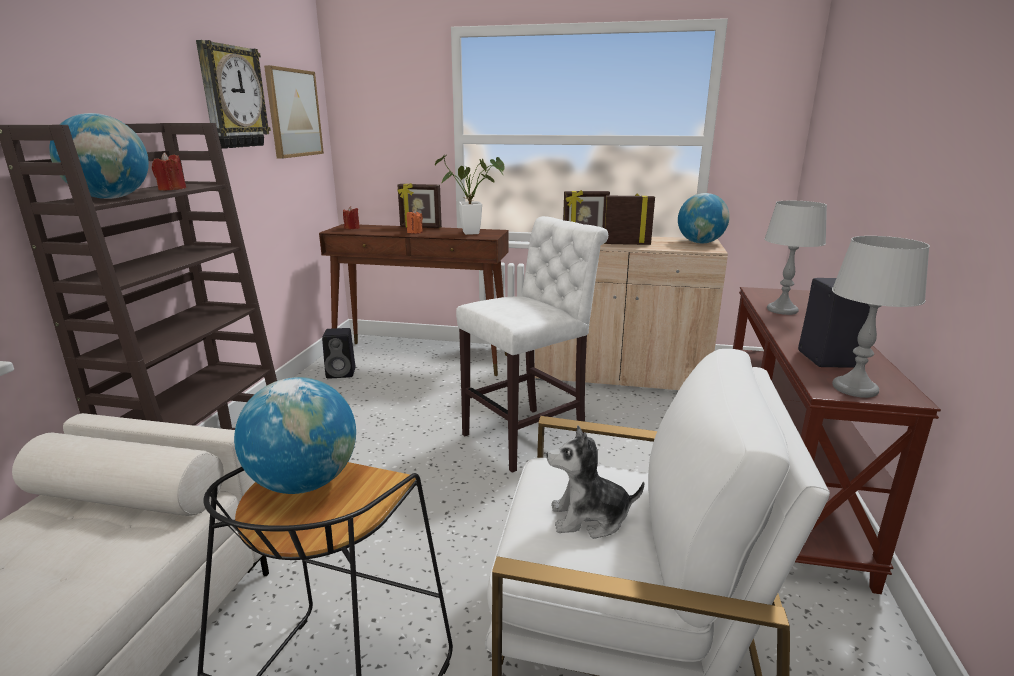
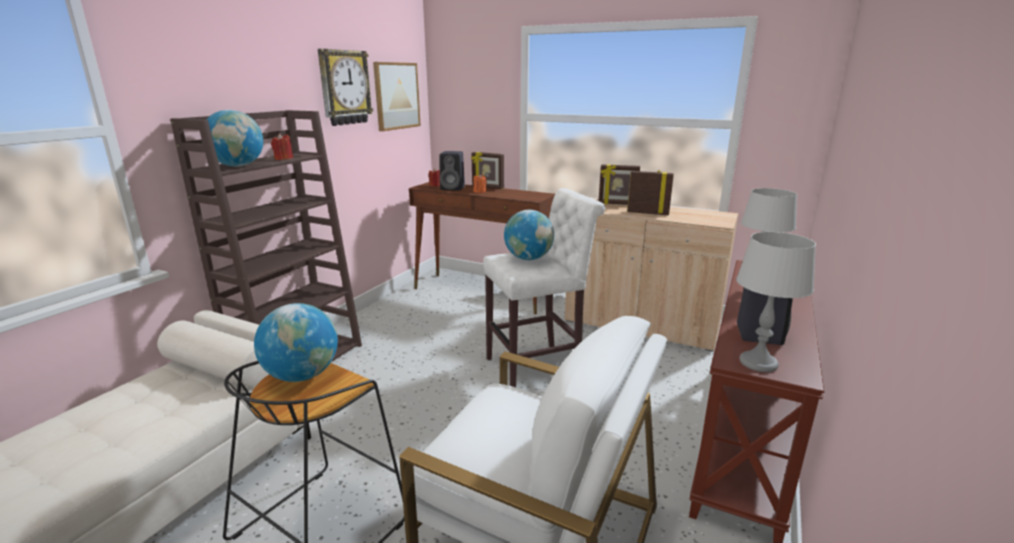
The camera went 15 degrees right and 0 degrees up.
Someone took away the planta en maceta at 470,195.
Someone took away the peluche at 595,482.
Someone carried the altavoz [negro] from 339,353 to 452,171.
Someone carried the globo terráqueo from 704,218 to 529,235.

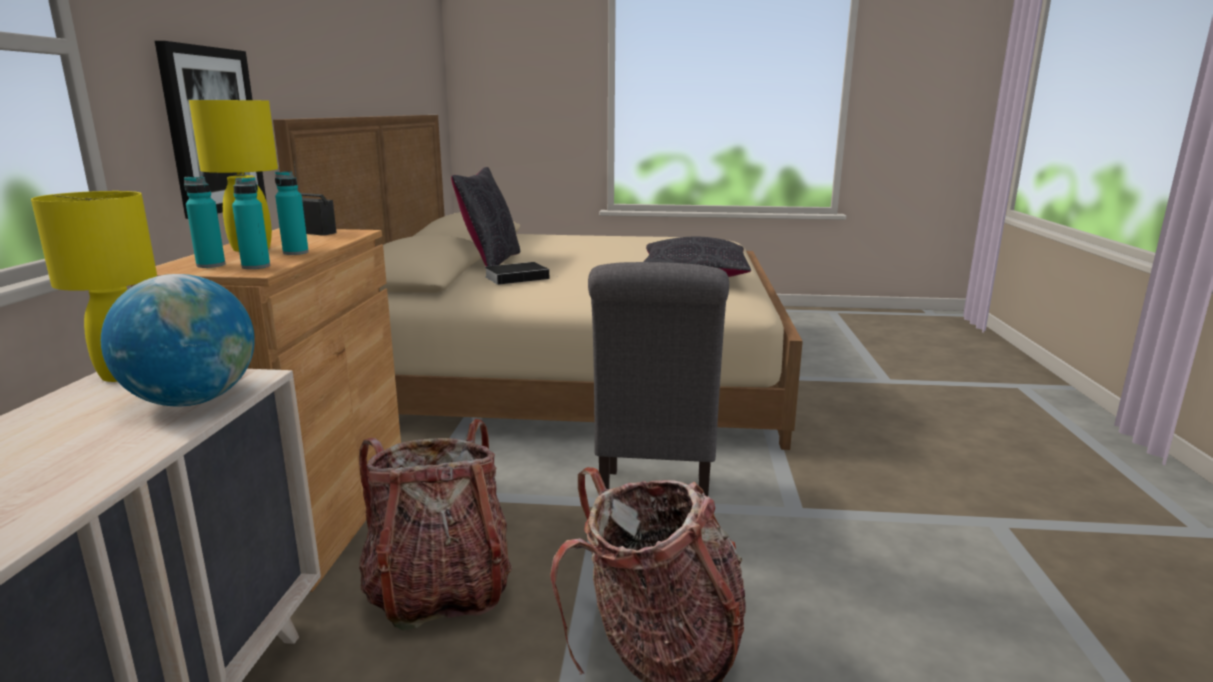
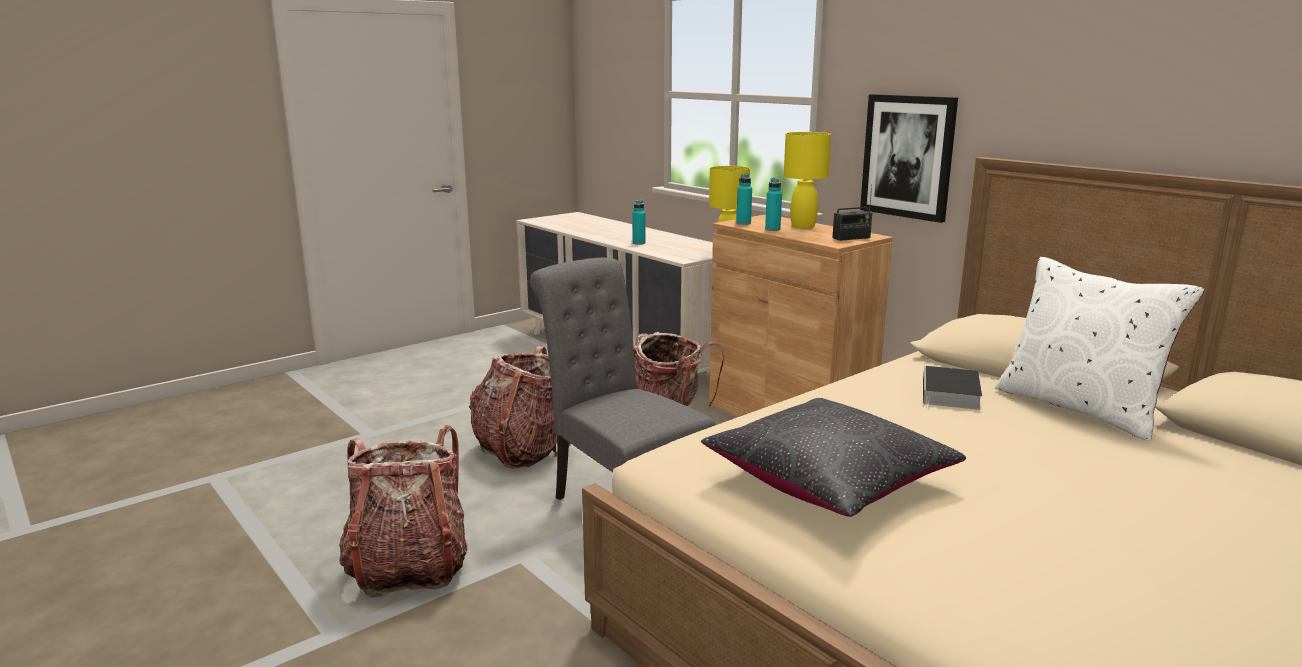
The camera went 135 degrees right and 0 degrees up.
Someone took away the globo terráqueo at 178,340.
Someone put down the mochila at 403,511.
Someone carried the botella [turquesa] from 204,222 to 639,222.
Someone repainted the cojín [negro] at 485,217, which became the cojín [blanco] at 1100,349.

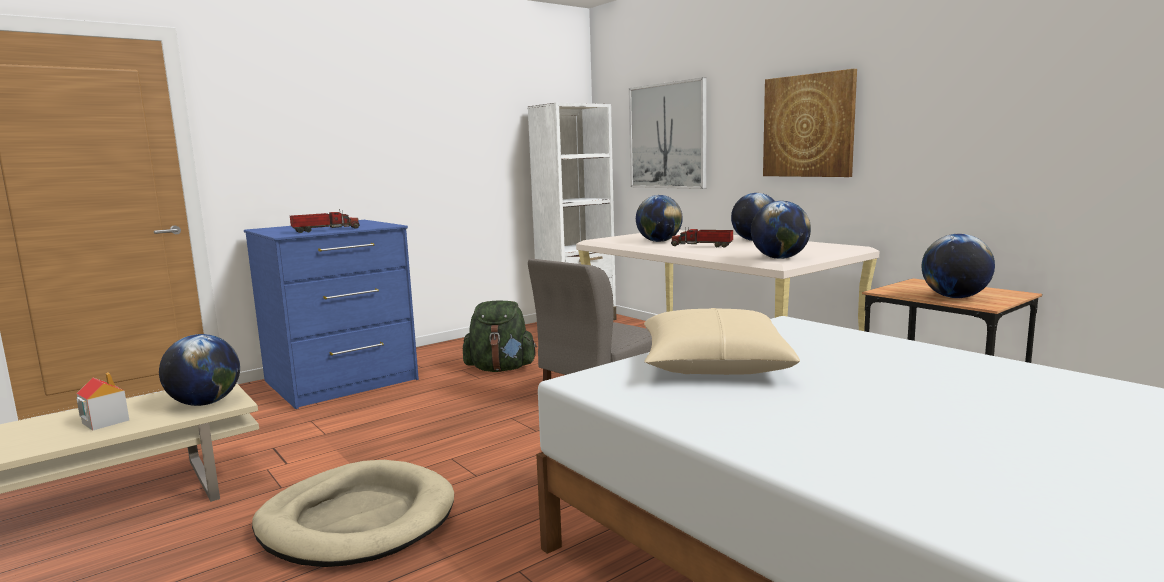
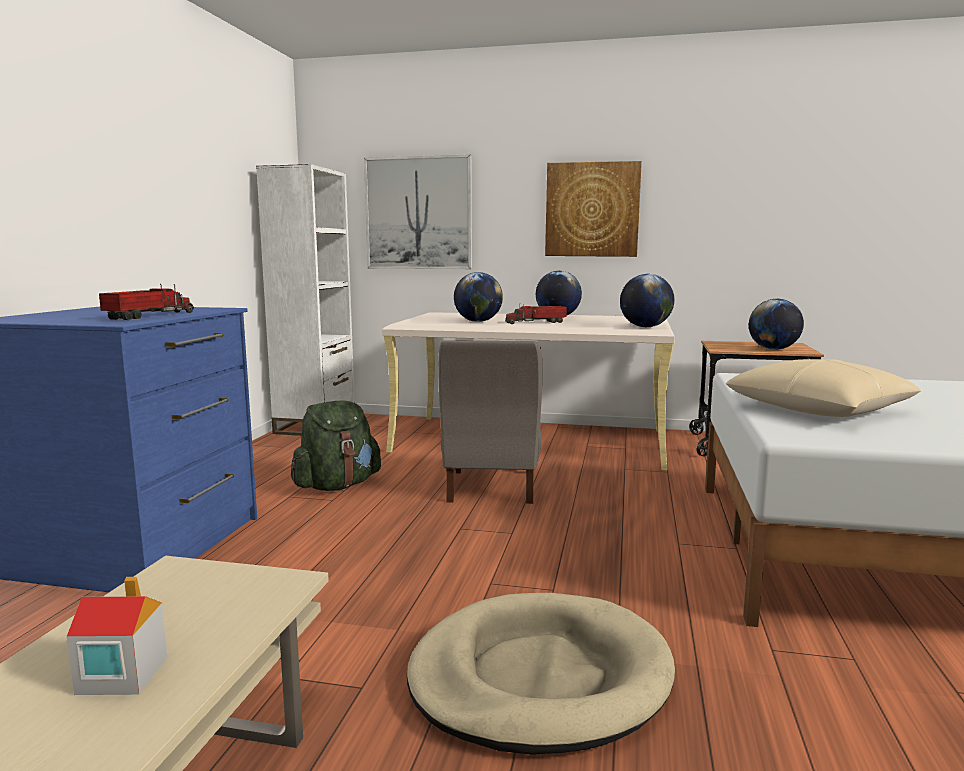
The camera went 40 degrees left and 0 degrees up.
Someone took away the globo terráqueo at 199,370.

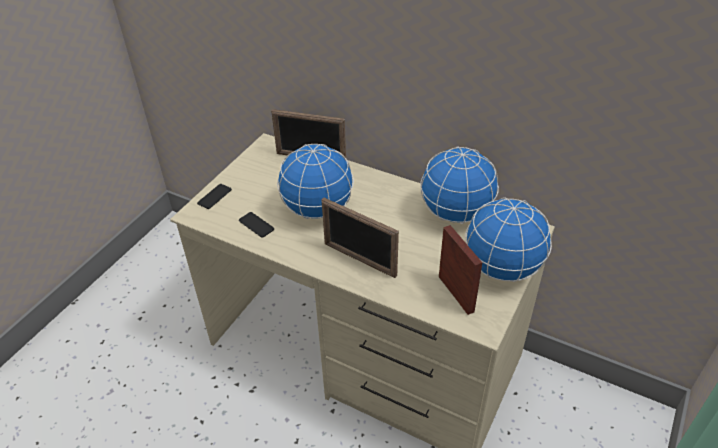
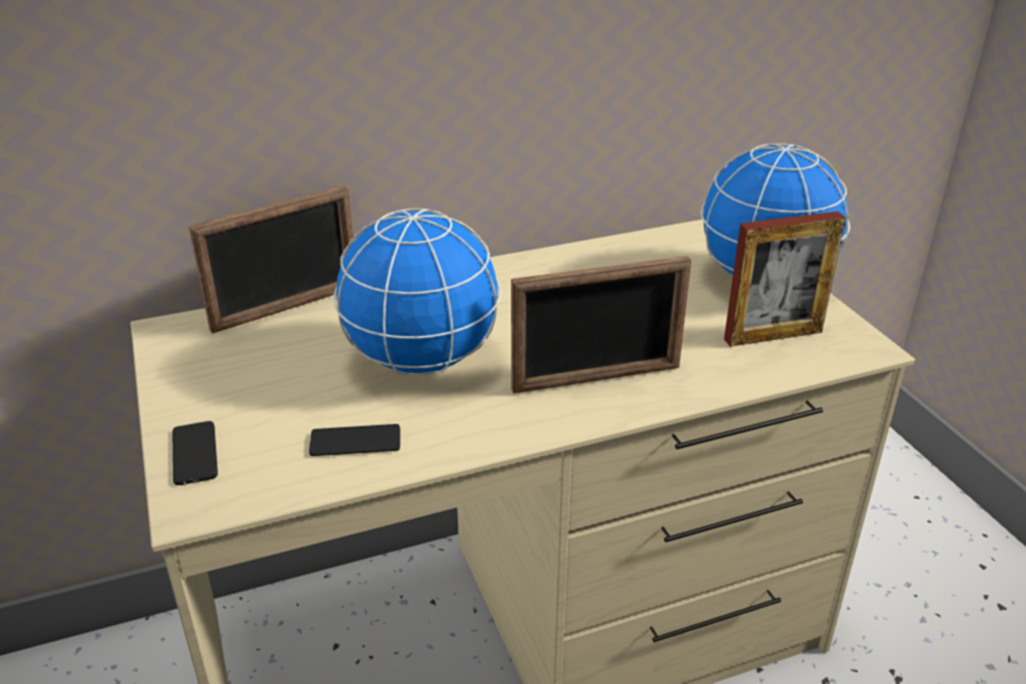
The camera went 50 degrees left and 10 degrees down.
Someone took away the globo terráqueo at 459,185.
Someone rotated the portarretratos at 460,270 by 150 degrees clockwise.

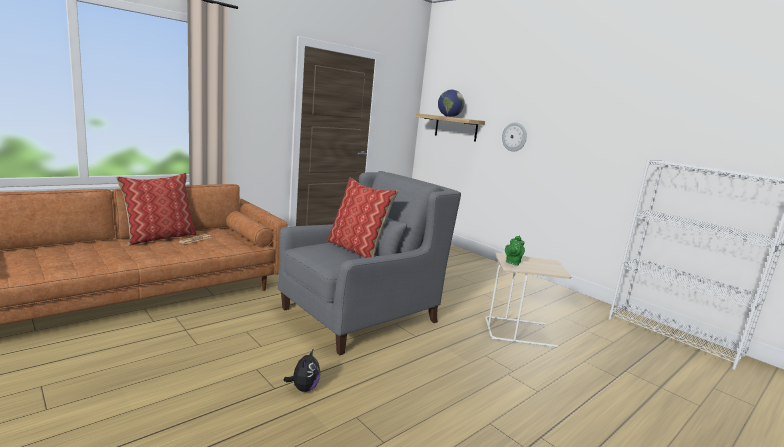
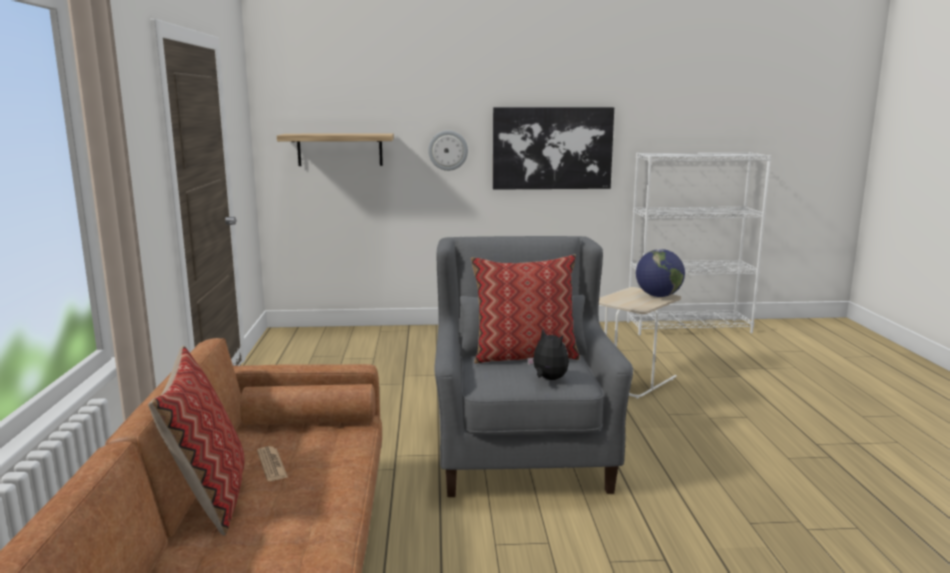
The camera went 50 degrees left and 0 degrees up.
Someone took away the tetera [verde] at 515,250.
Someone put up the cuadro at 553,148.
Someone carried the peluche from 302,370 to 548,354.
Someone carried the globo terráqueo from 451,103 to 660,273.

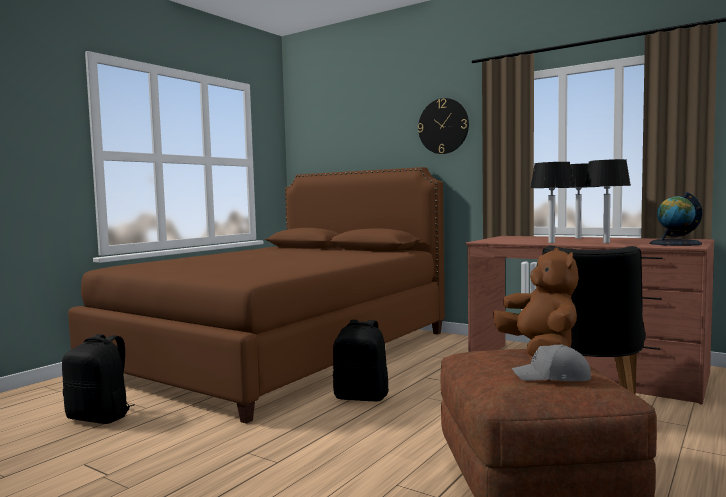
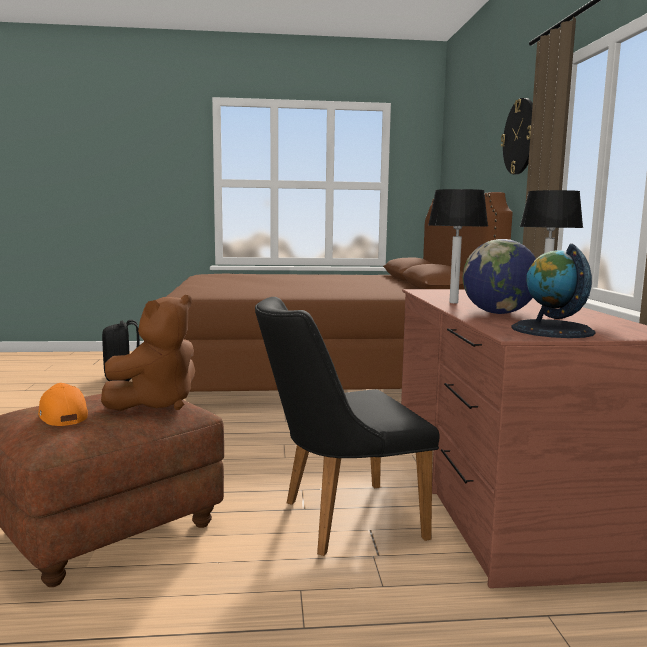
The camera went 50 degrees right and 5 degrees up.
Someone took away the mochila [negro] at 361,360.
Someone swapped the lámpara de mesa at 607,201 for the globo terráqueo at 499,276.
Someone repainted the gorra [gris] at 551,362, which became the gorra [naranja] at 63,404.

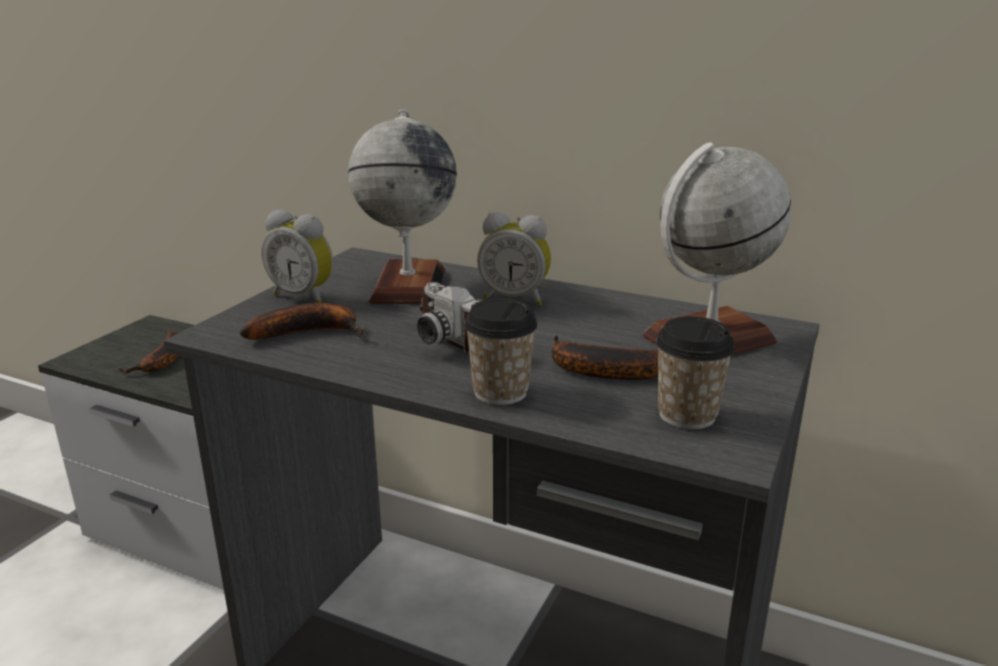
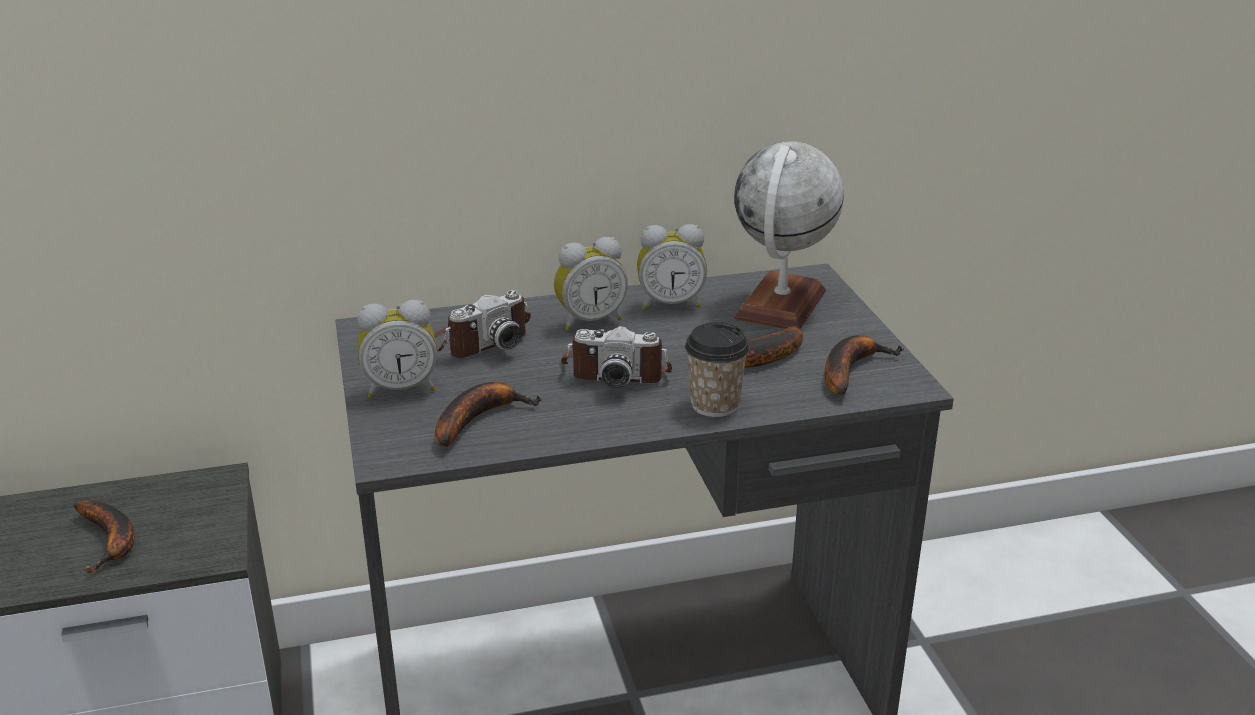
The camera went 40 degrees left and 5 degrees up.
Someone put down the despertador at 672,267.
Someone swapped the globo terráqueo at 402,206 for the cámara at 482,324.
Someone swapped the taza at 695,372 for the plátano at 864,365.

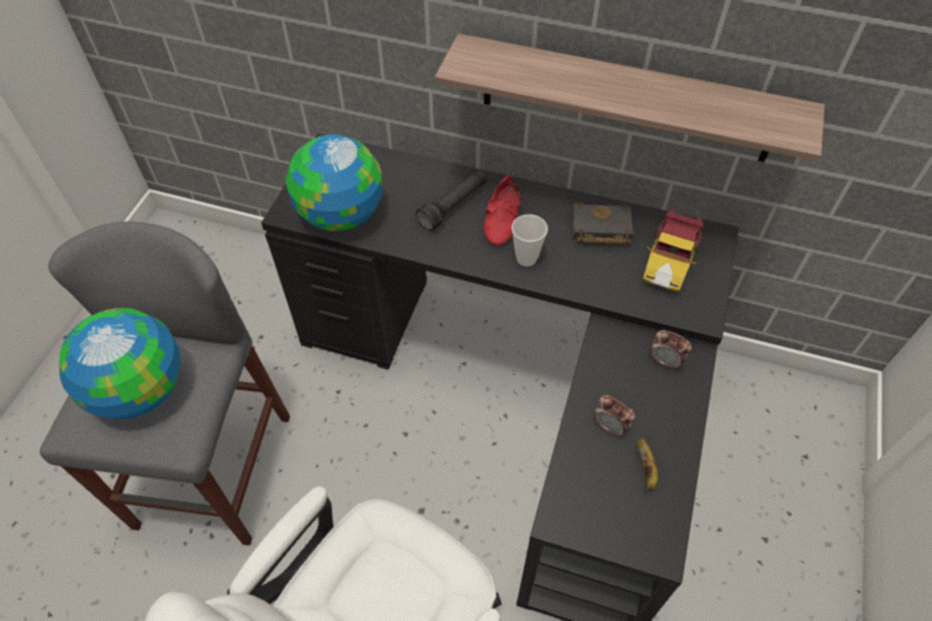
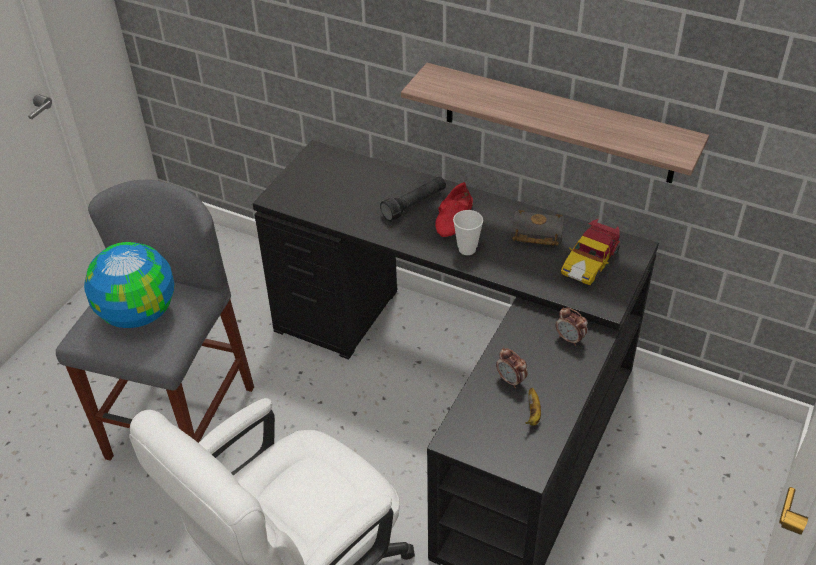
The camera went 10 degrees right and 10 degrees down.
Someone took away the globo terráqueo at 334,182.

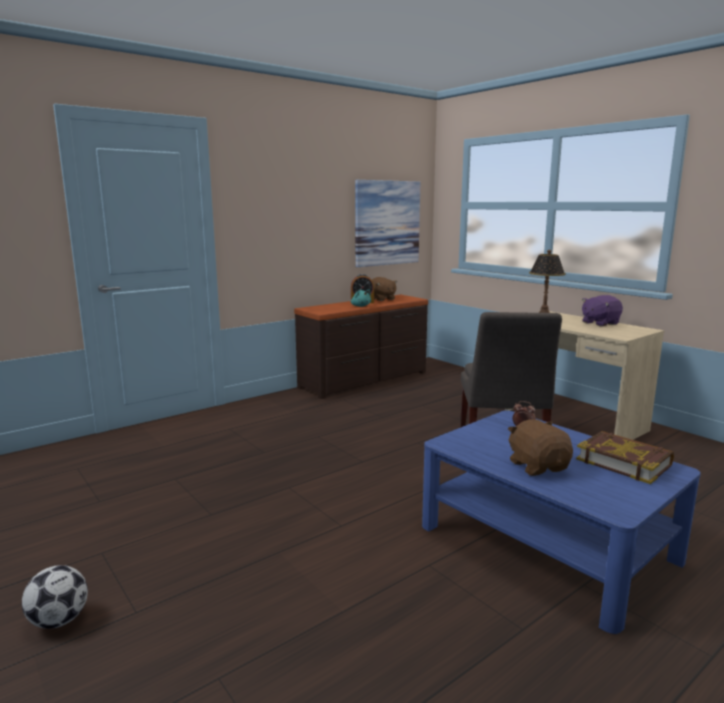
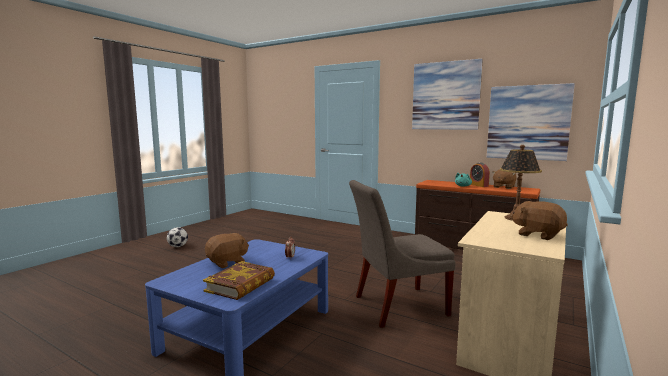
The camera went 70 degrees right and 5 degrees down.
Someone put up the cuadro at 447,94.
Someone repainted the peluche [morado] at 602,310, which became the peluche [marrón] at 539,220.

